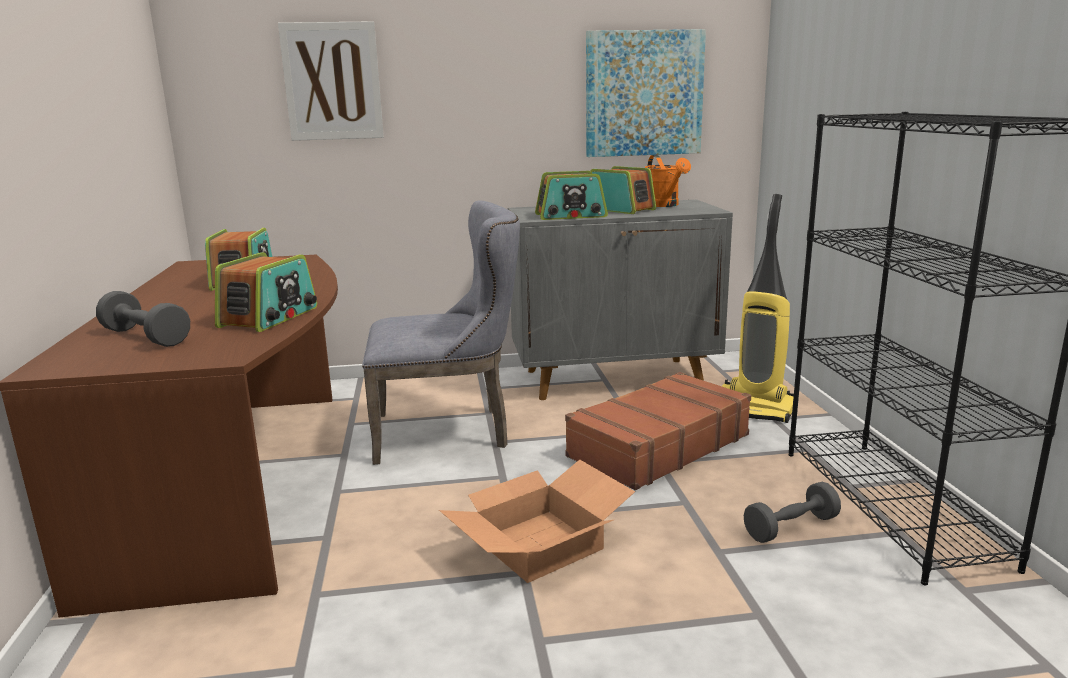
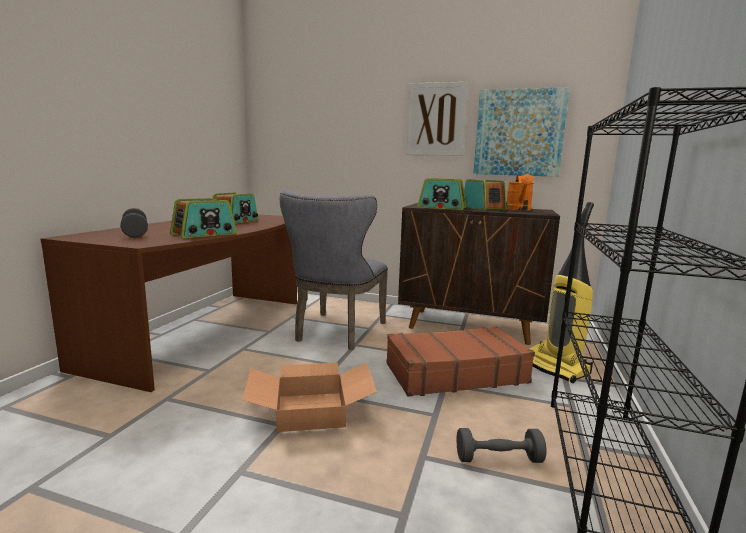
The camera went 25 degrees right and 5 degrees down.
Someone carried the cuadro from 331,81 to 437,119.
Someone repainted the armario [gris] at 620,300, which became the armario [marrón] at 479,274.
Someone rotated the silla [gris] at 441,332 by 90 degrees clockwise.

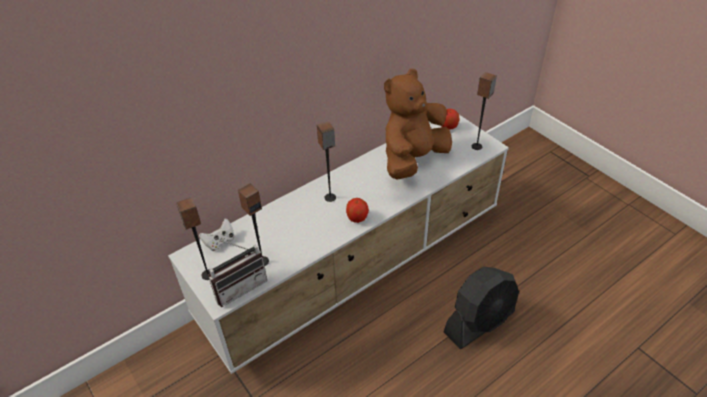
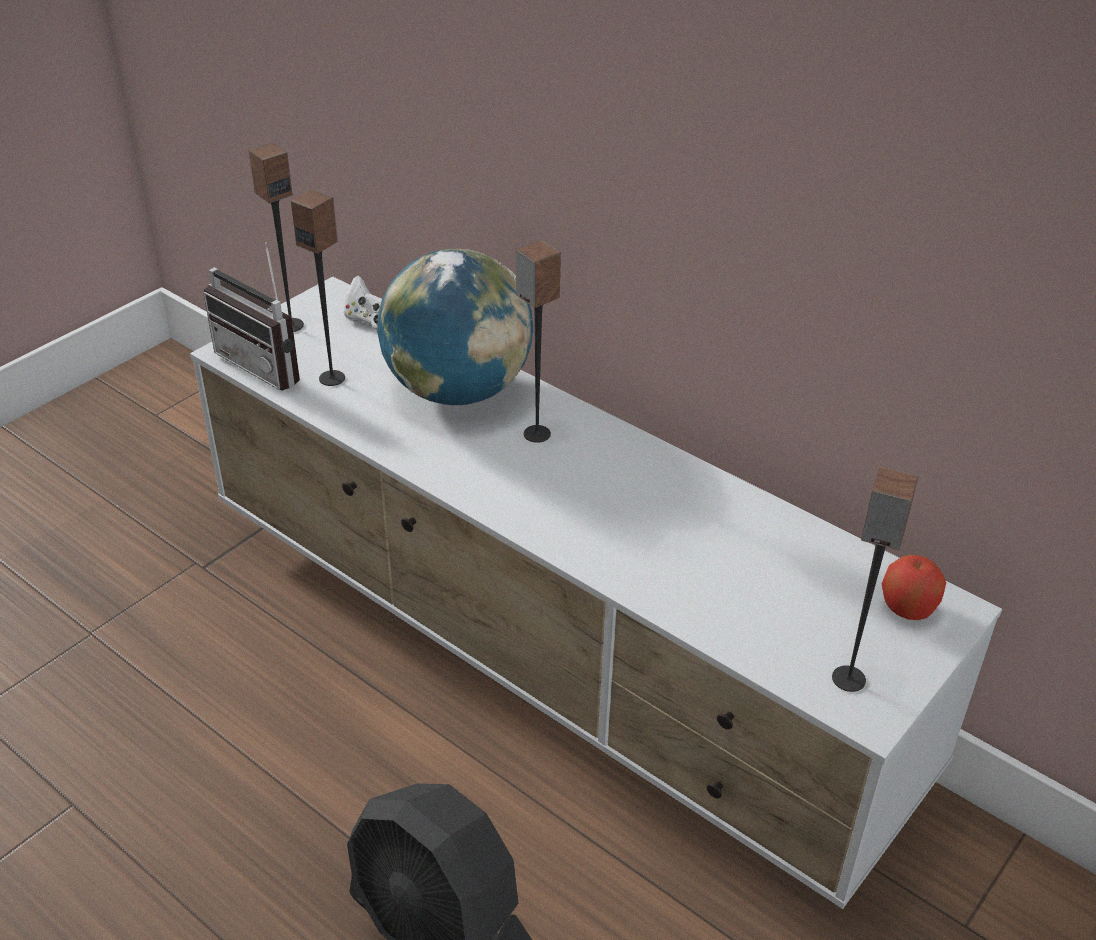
The camera went 75 degrees right and 5 degrees down.
Someone took away the manzana at 357,210.
Someone took away the peluche [marrón] at 418,124.
Someone put down the globo terráqueo at 455,327.

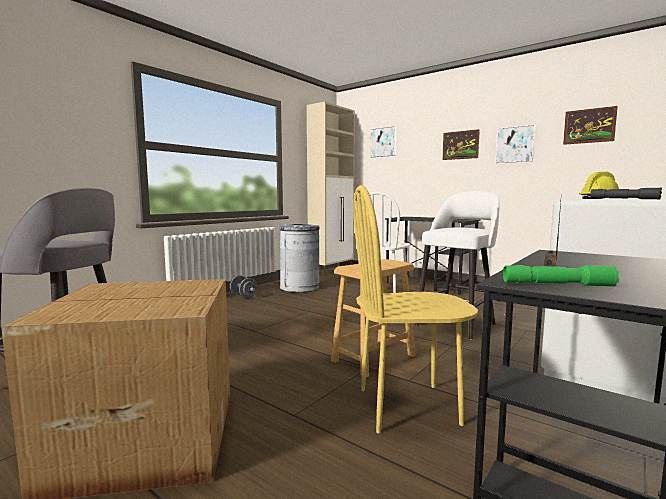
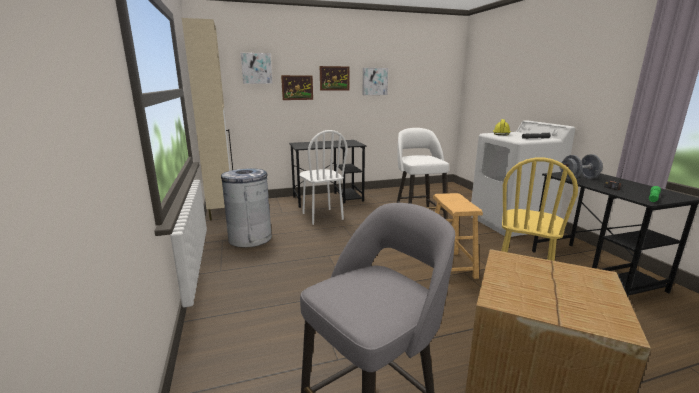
The camera went 55 degrees left and 10 degrees up.
Someone carried the mancuerna [gris] from 244,286 to 581,167.
Someone carried the cuadro from 590,125 to 297,87.

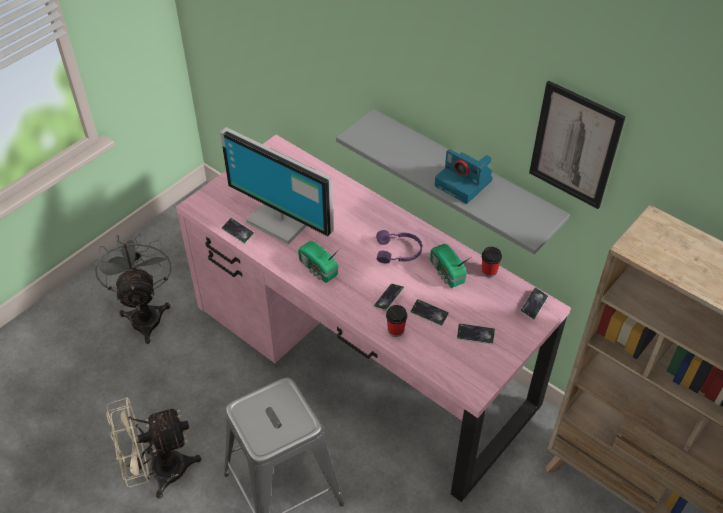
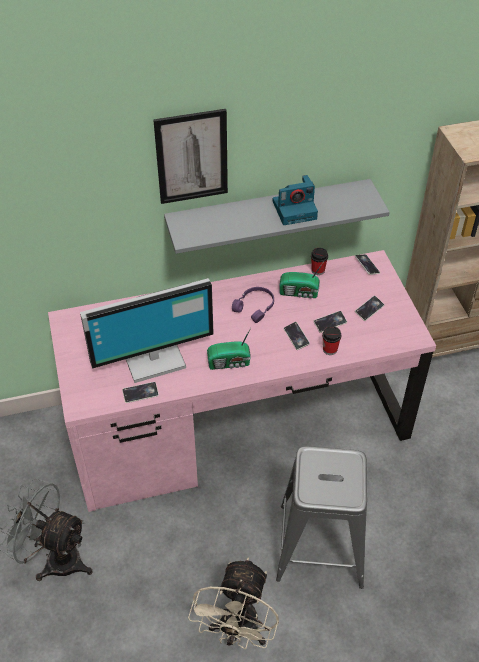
The camera went 55 degrees left and 0 degrees up.
Someone carried the cuadro from 577,144 to 190,156.

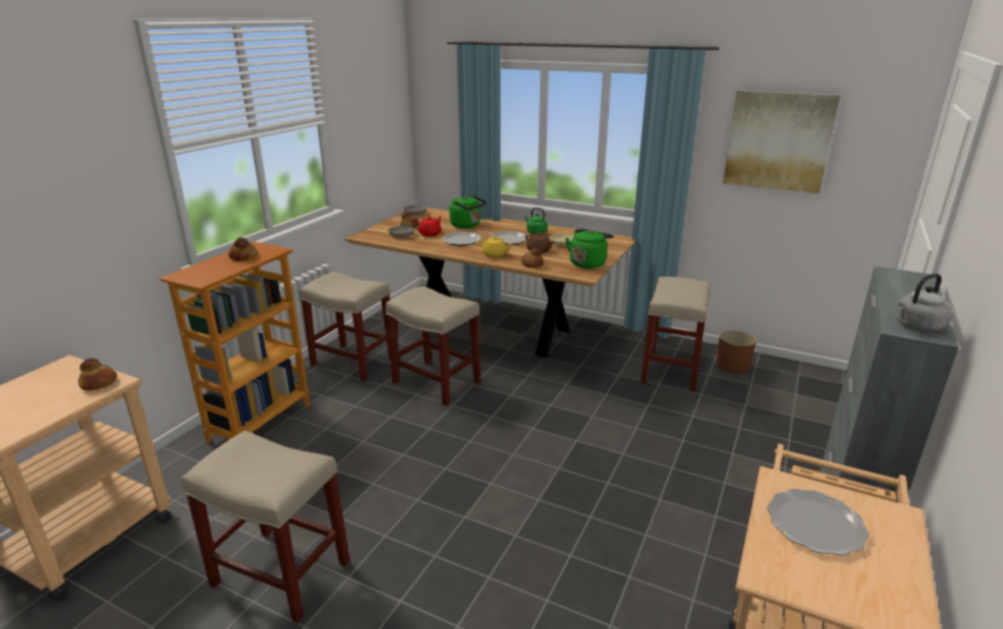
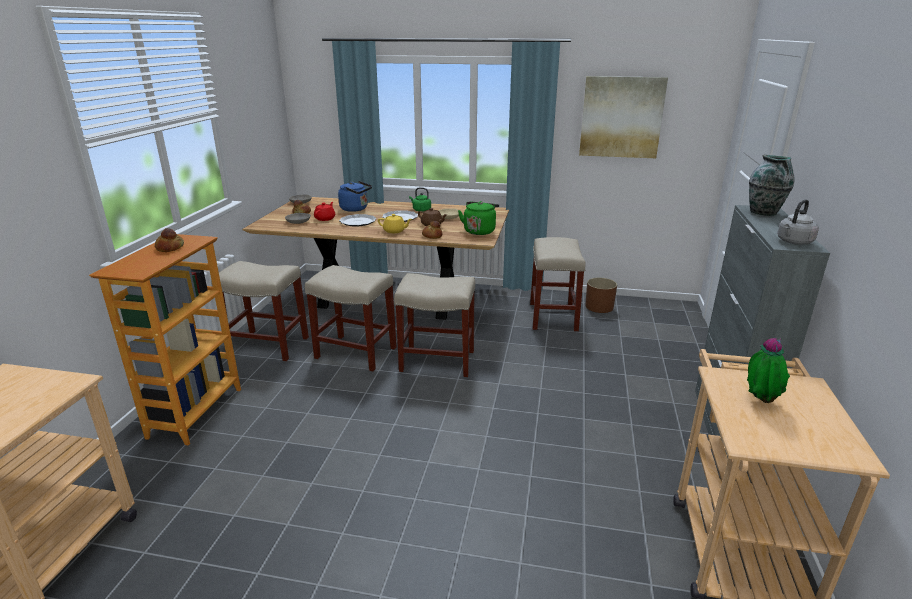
The camera went 15 degrees left and 0 degrees up.
Someone took away the pan at 97,374.
Someone put down the florero at 772,185.
Someone carried the taburete [beis] from 265,526 to 434,325.
Someone swapped the plato at 818,522 for the planta en maceta at 768,370.
Someone repainted the hervidor [verde] at 467,211, which became the hervidor [azul] at 355,196.

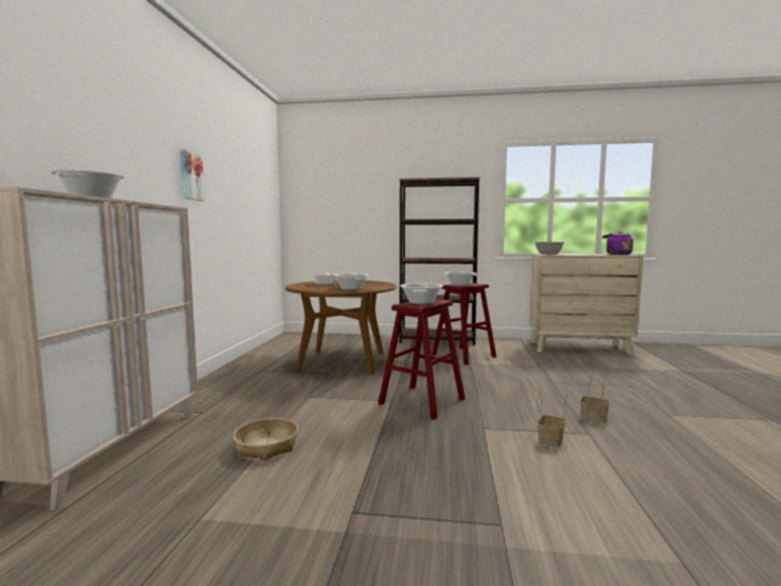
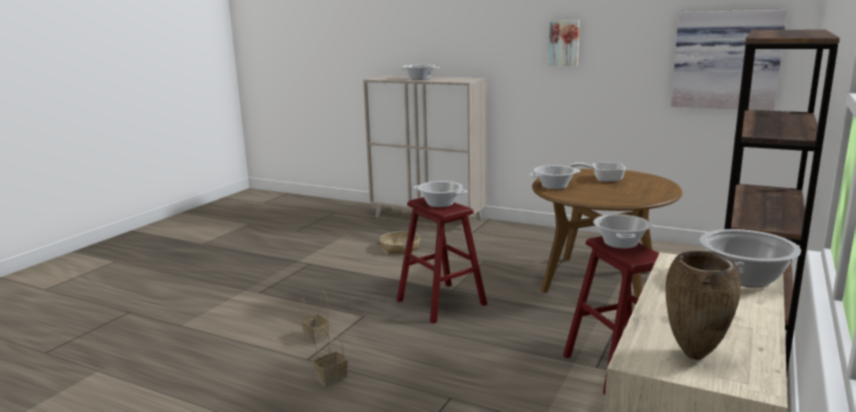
The camera went 110 degrees right and 10 degrees up.
Someone put up the cuadro at 729,60.
Someone swapped the hervidor [morado] at 617,243 for the florero [marrón] at 703,305.

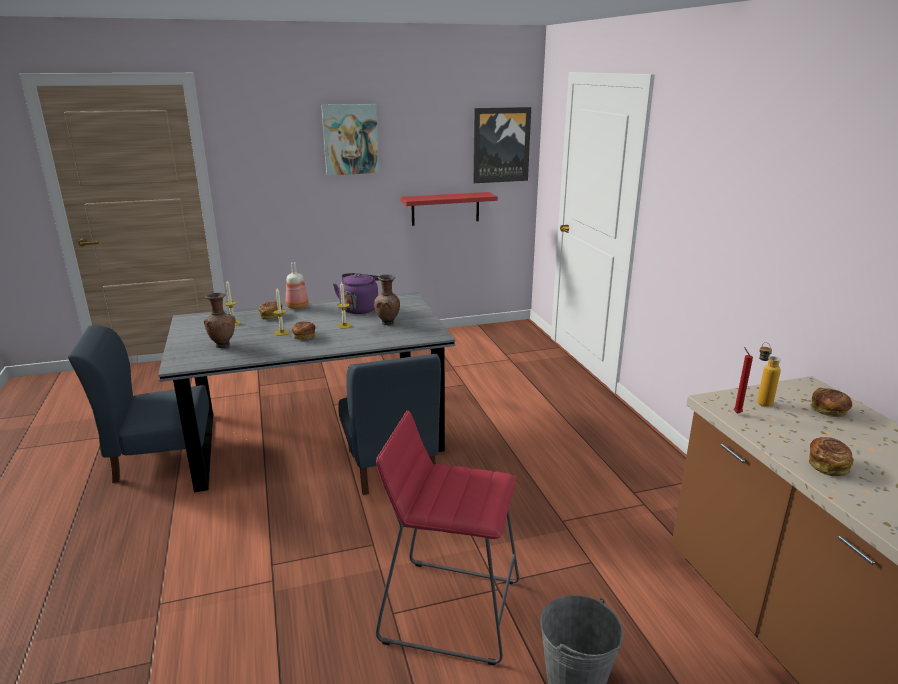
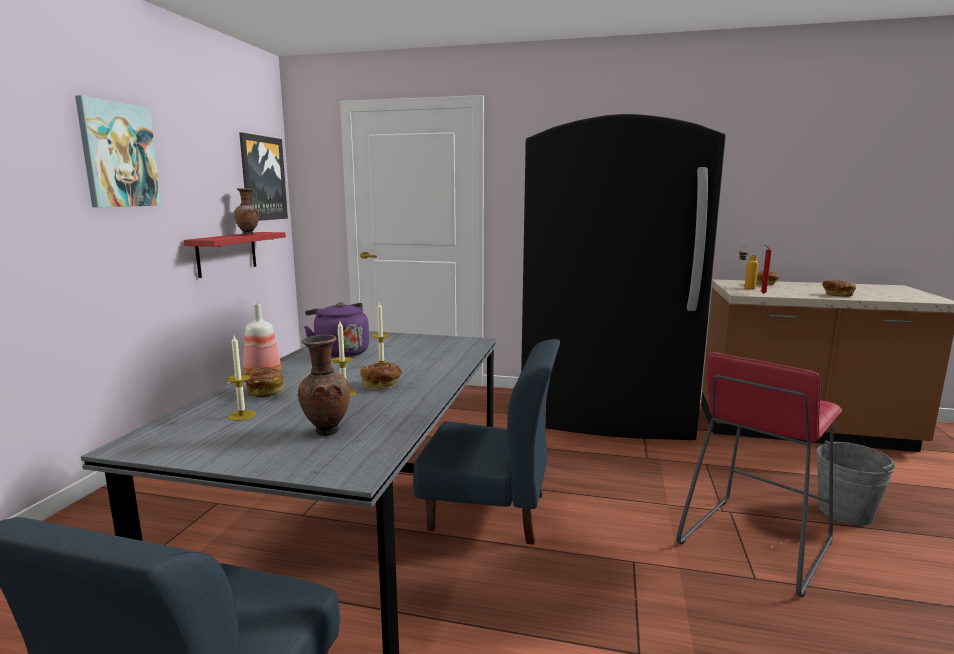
The camera went 60 degrees left and 10 degrees down.
Someone put down the nevera [negro] at 623,277.
Someone carried the florero [marrón] from 387,300 to 246,211.

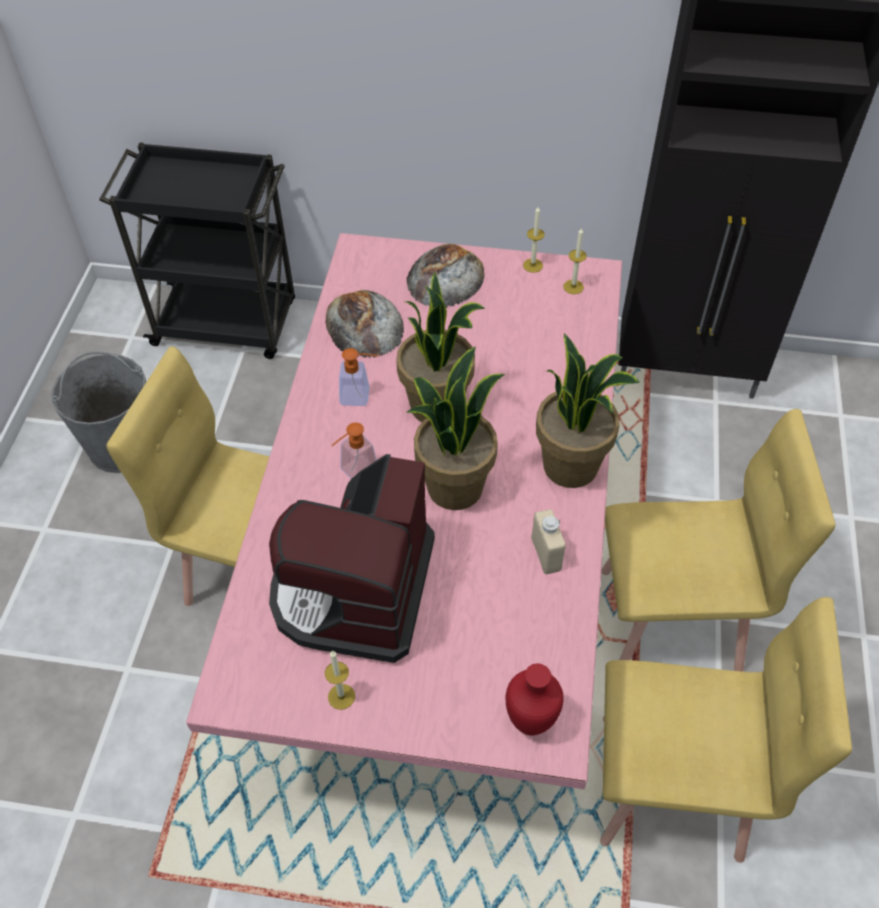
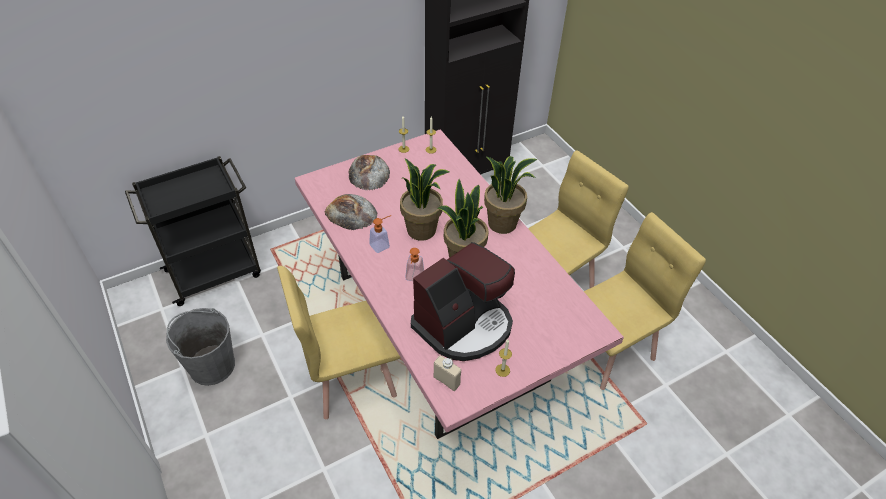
The camera went 40 degrees left and 5 degrees down.
Someone took away the florero [rojo] at 535,699.
Someone carried the botella [beis] from 548,541 to 447,373.
Someone rotated the cafetera at 352,558 by 105 degrees counterclockwise.

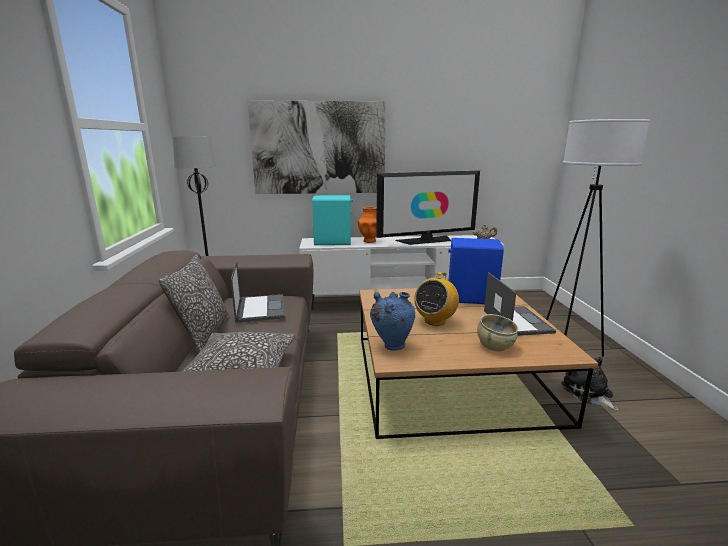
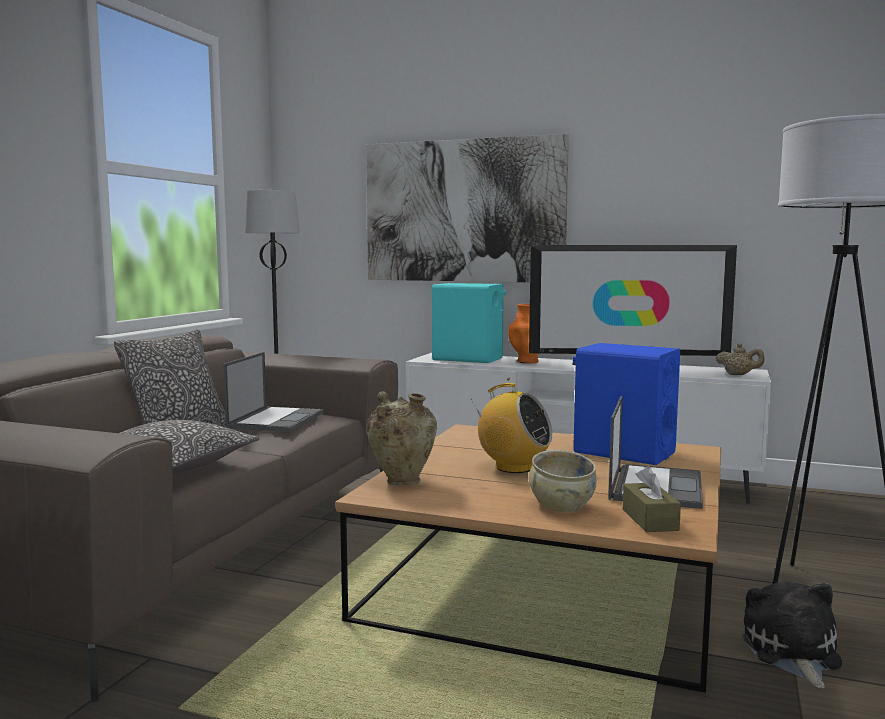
The camera went 25 degrees right and 10 degrees down.
Someone put down the caja de pañuelos [marrón] at 652,499.
Someone repainted the florero [azul] at 392,321, which became the florero [beis] at 402,438.
Someone rotated the radio at 436,299 by 120 degrees counterclockwise.

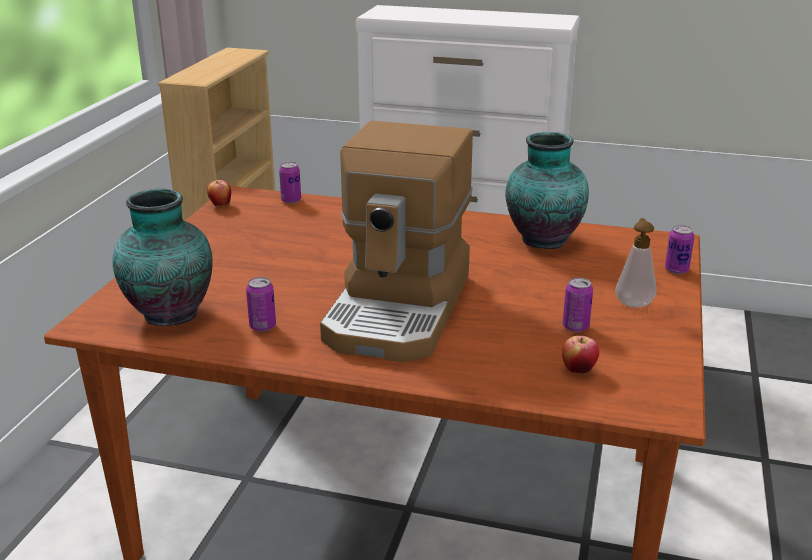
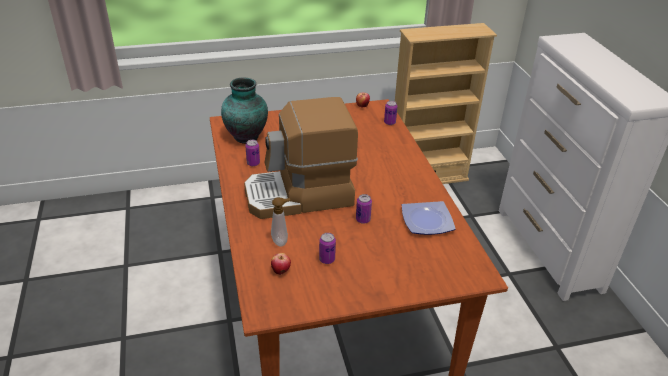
The camera went 60 degrees right and 10 degrees up.
Someone carried the dispensador de jabón from 636,262 to 280,222.
Someone carried the lata from 679,249 to 364,209.
Someone swapped the florero at 547,190 for the plato at 429,218.

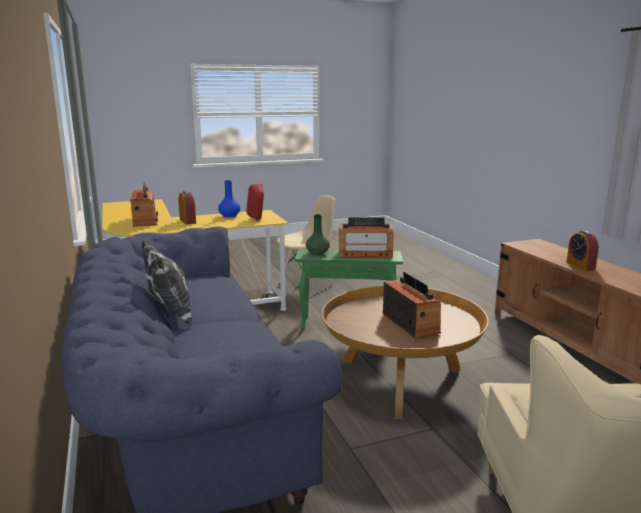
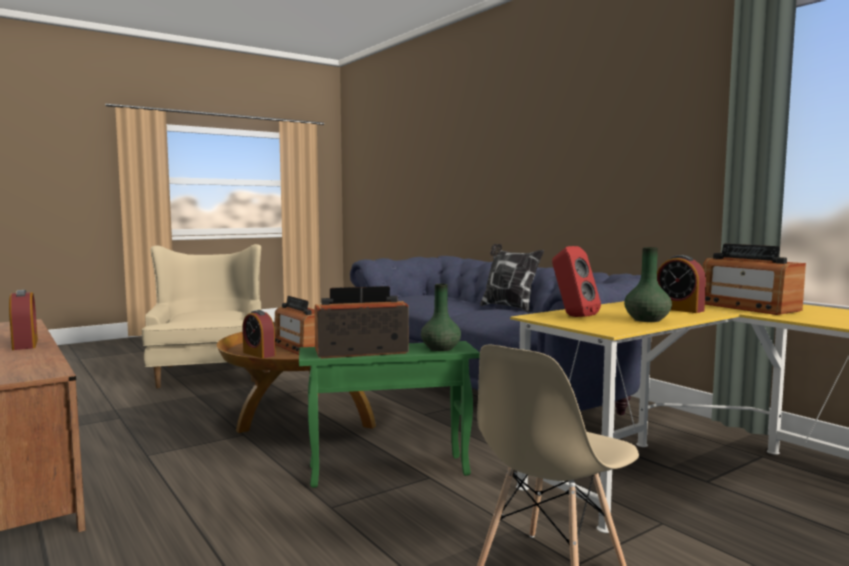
The camera went 165 degrees right and 10 degrees down.
Someone put down the despertador at 259,334.
Someone repainted the florero [azul] at 229,198, which became the florero [verde] at 648,284.

